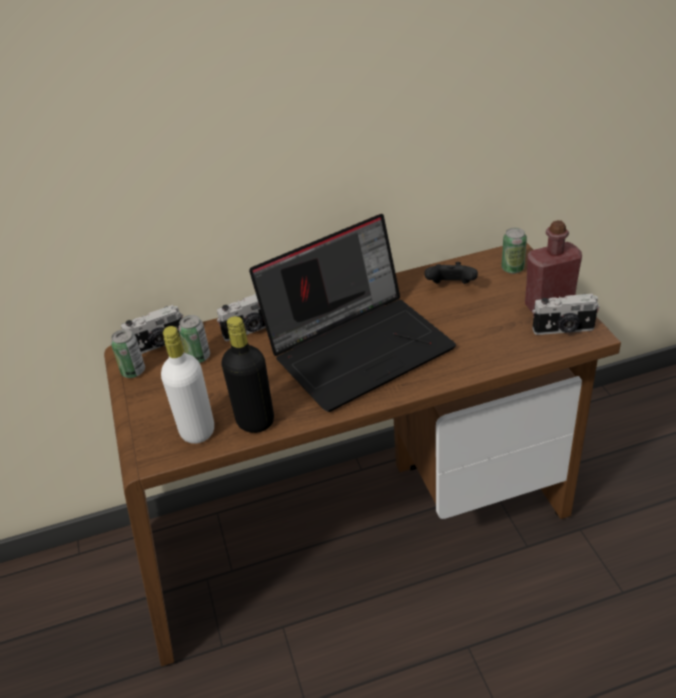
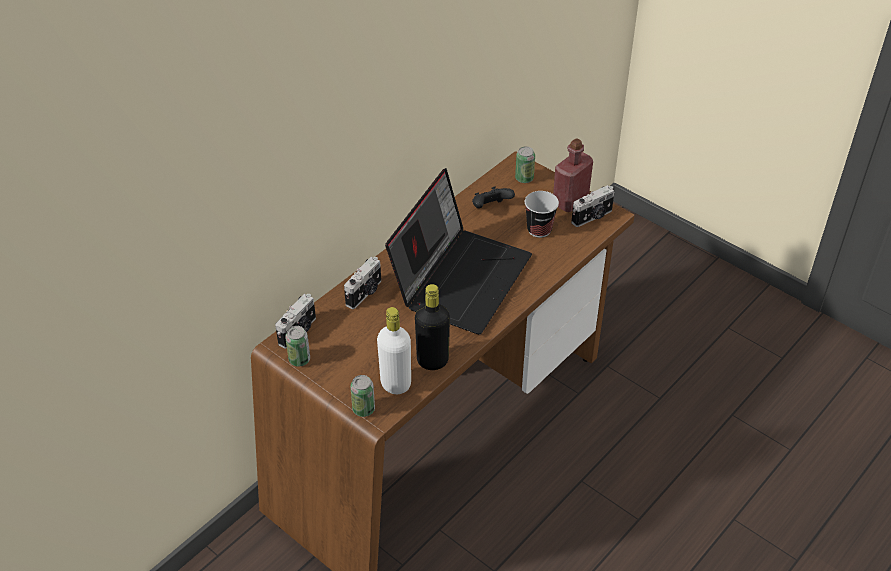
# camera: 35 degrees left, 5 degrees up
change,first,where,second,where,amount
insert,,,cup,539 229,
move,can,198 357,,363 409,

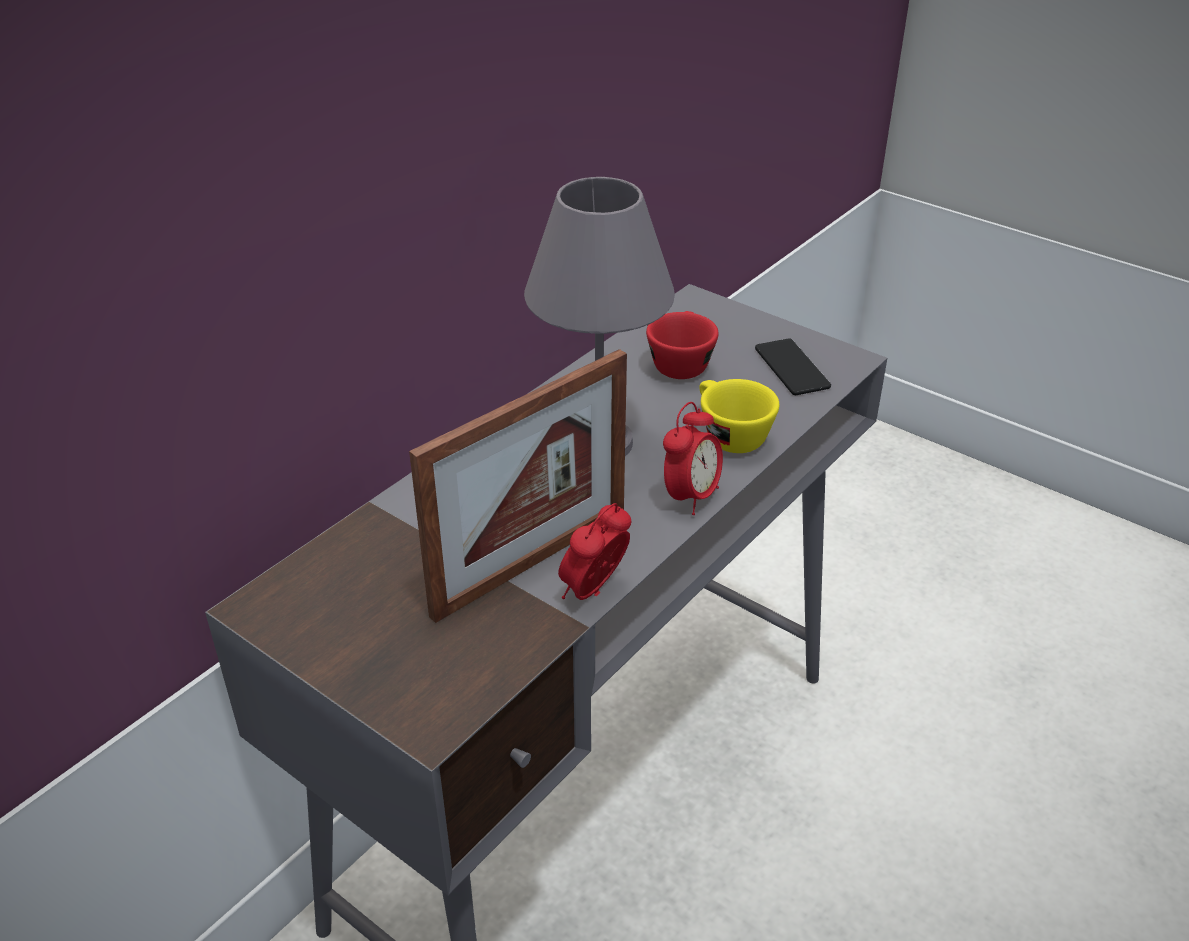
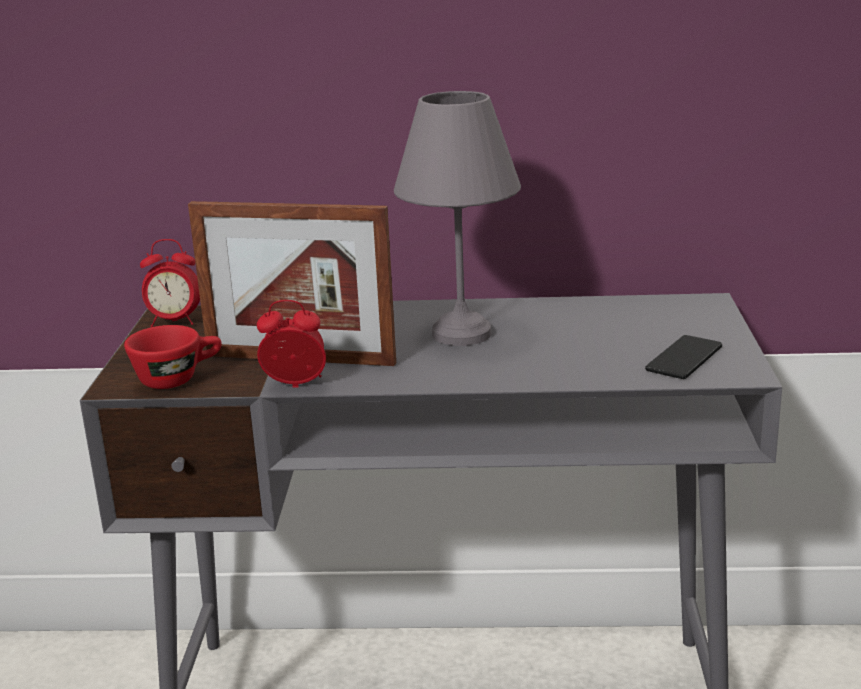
# camera: 55 degrees right, 15 degrees down
change,first,where,second,where,amount
delete,cup/yellow,728 435,,,
move,cup/red,680 362,,178 378,
move,alarm clock,691 497,,174 322,

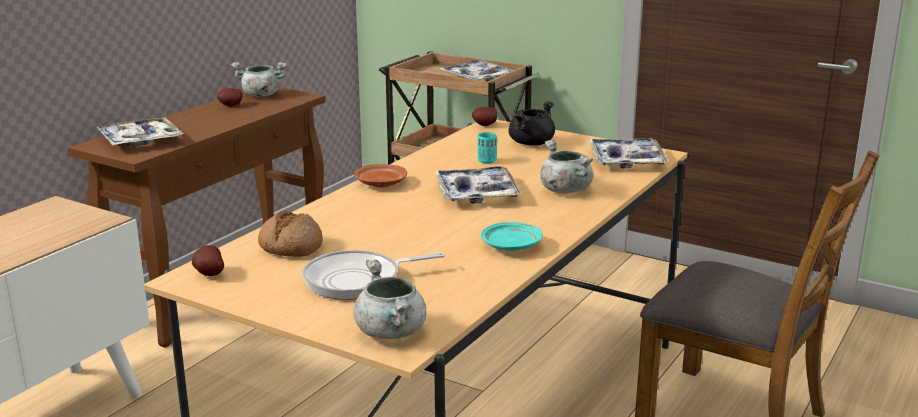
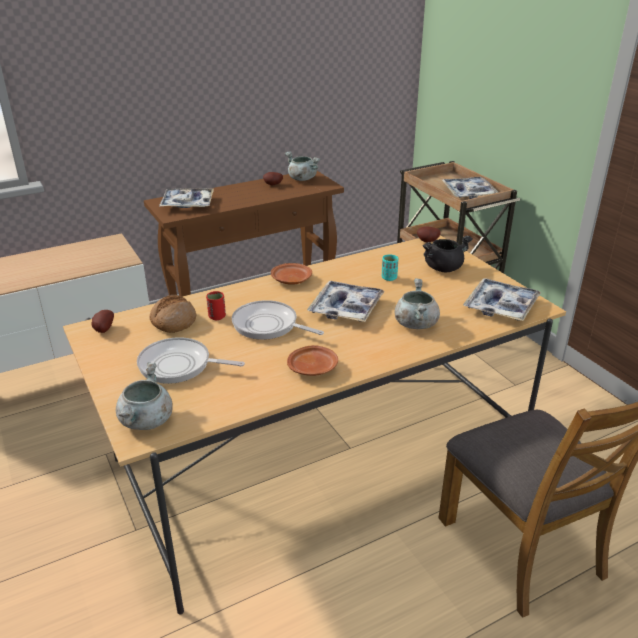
# camera: 30 degrees right, 10 degrees up
change,first,where,second,where,amount
insert,,,cup/red,217 317,
insert,,,frying pan,268 325,
recolor,plate/turquoise,511 246,plate/brown,313 368,

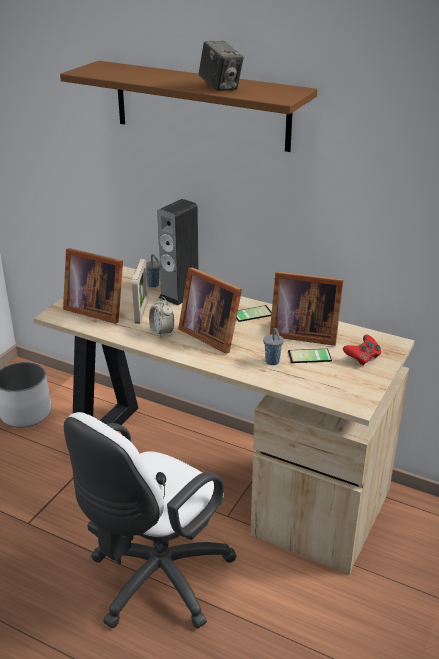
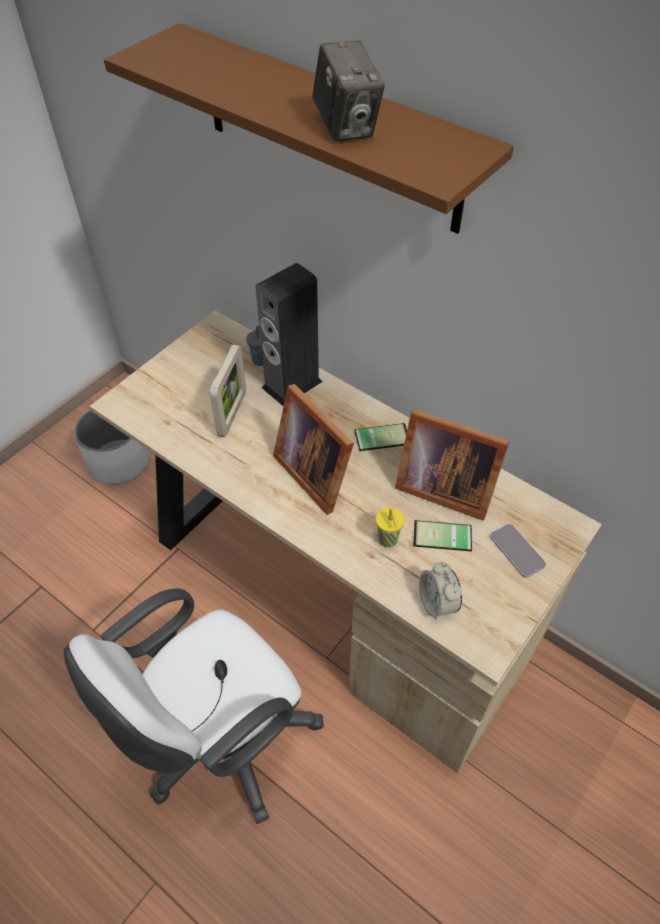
# camera: 10 degrees right, 20 degrees up
change,first,where,second,where,amount
delete,picture frame,95 309,,,
move,alarm clock,162 332,,437 603,
replace,game controller/red,362 358,phone,517 551,
recolor,cup/grey,273 362,cup/yellow,388 540,

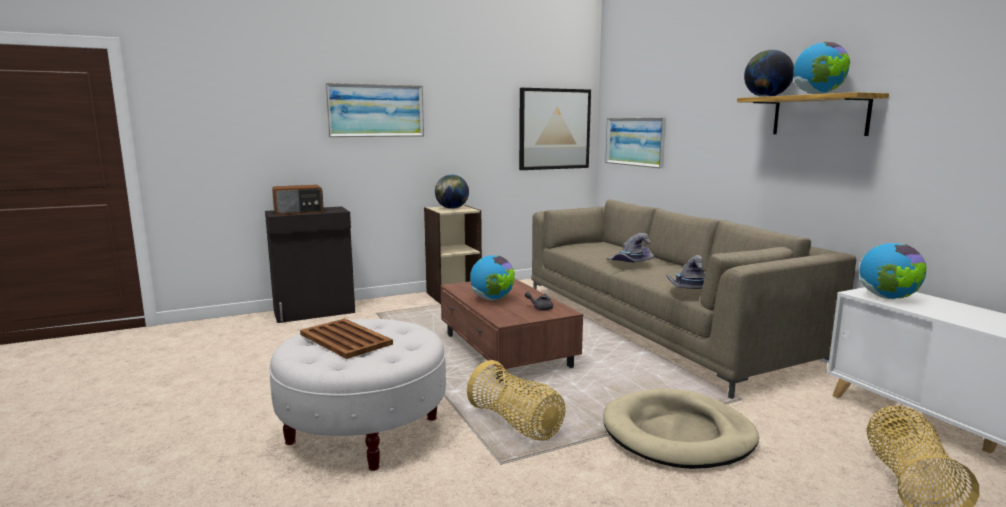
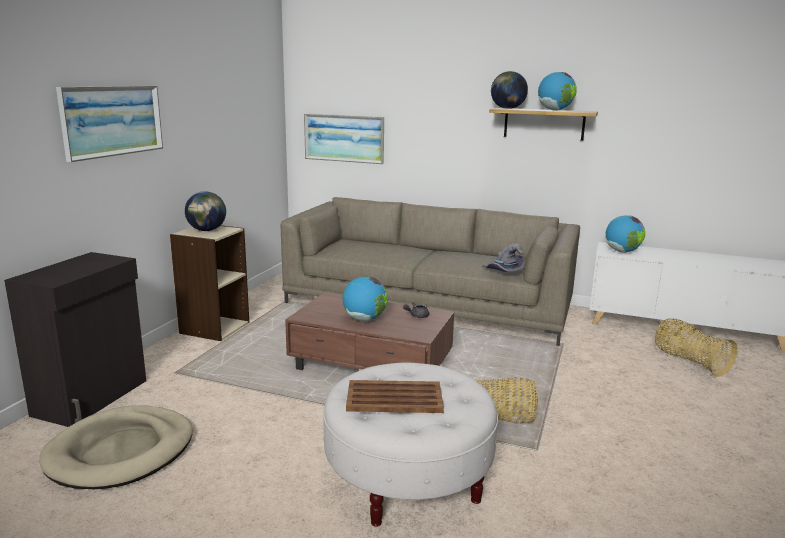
# camera: 45 degrees left, 5 degrees up
change,first,where,second,where,amount
delete,radio,299 212,,,
delete,picture,554 129,,,
delete,hat/grey,630 264,,,
move,dog bed/beige,678 434,,121 451,

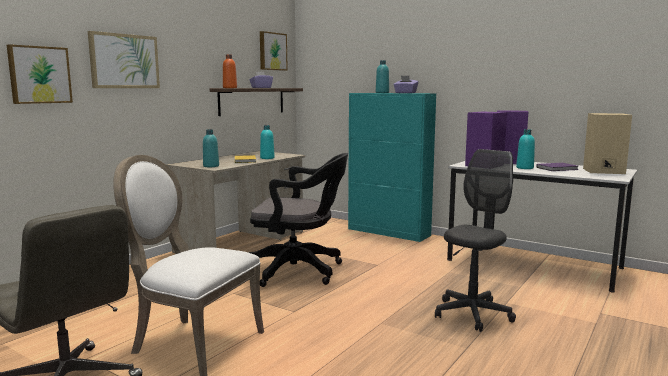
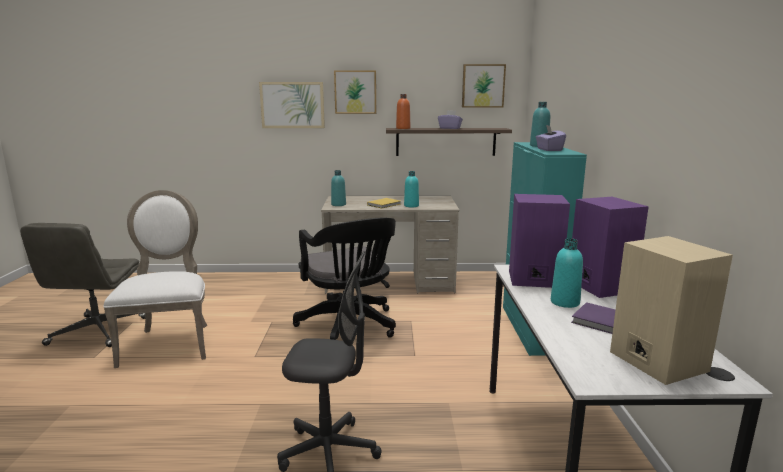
# camera: 55 degrees right, 5 degrees up
change,first,where,second,where,amount
move,picture,39 75,,355 92,

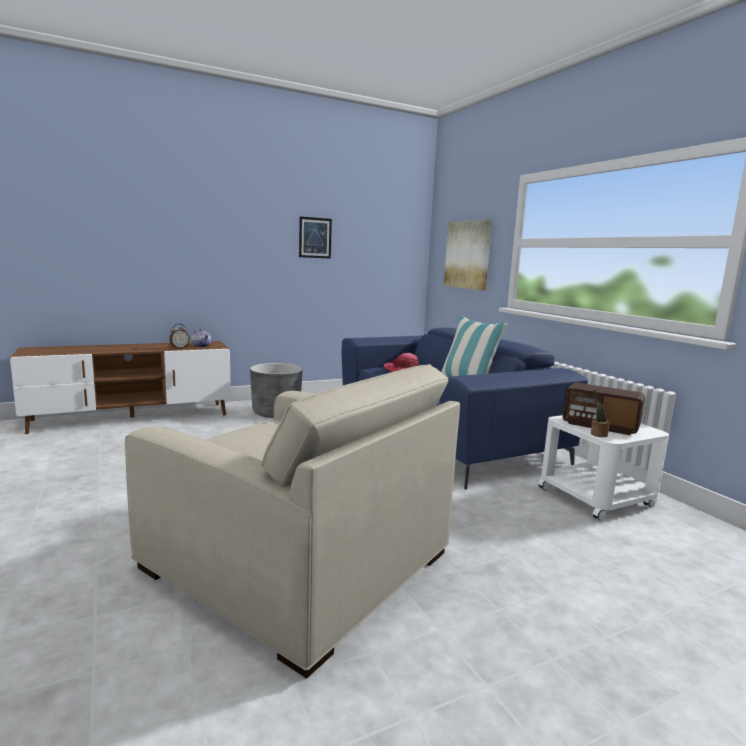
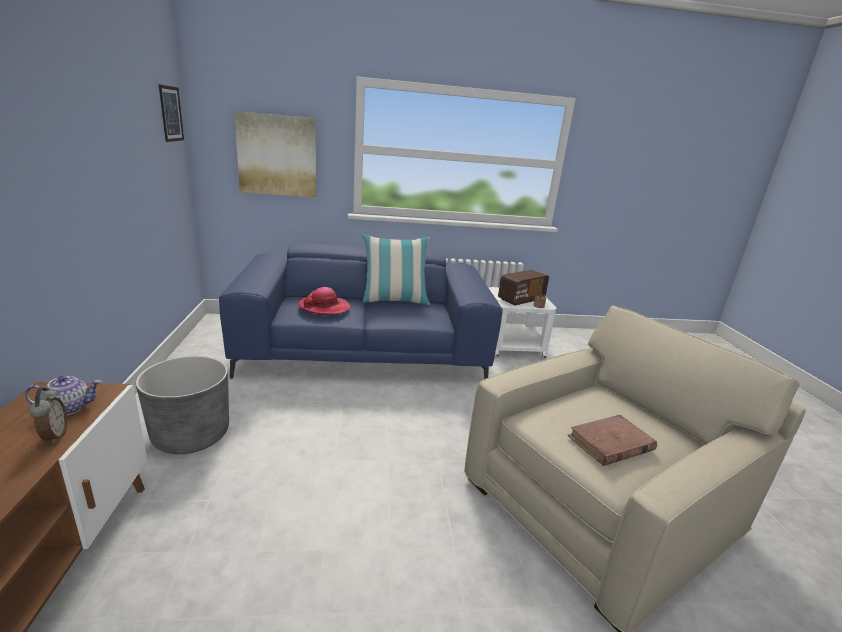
# camera: 70 degrees left, 10 degrees up
change,first,where,second,where,amount
insert,,,book/brown,610 443,
move,picture,315 237,,171 114,

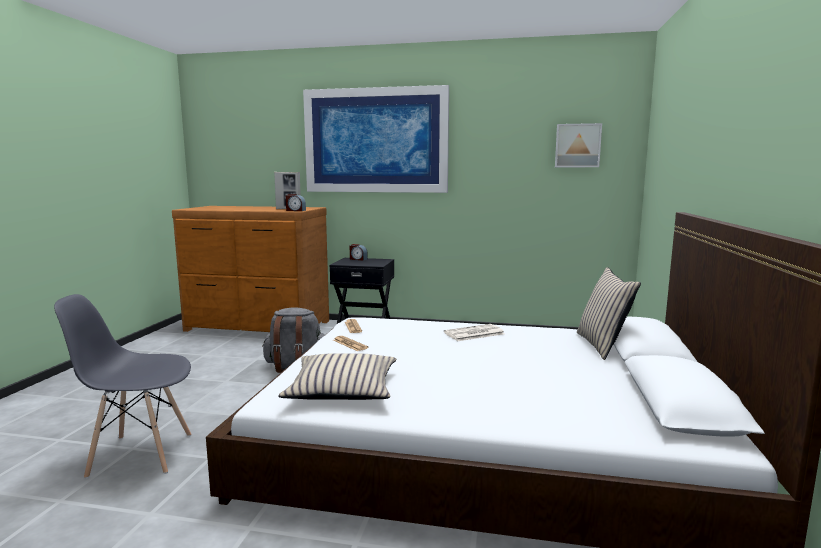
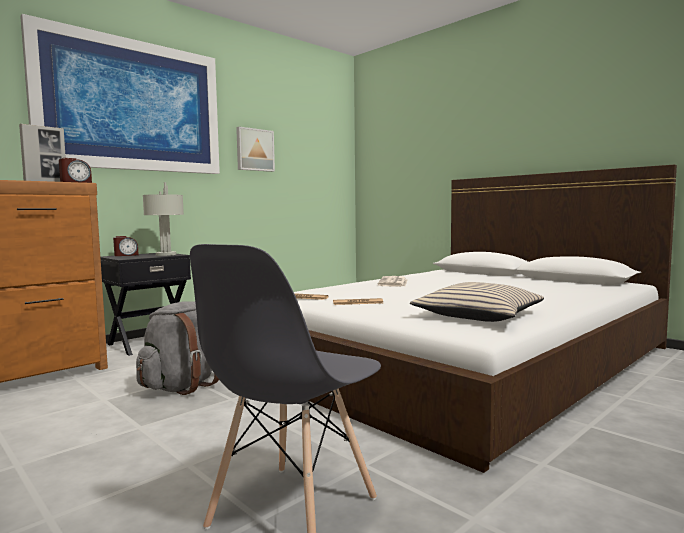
# camera: 55 degrees left, 5 degrees down
change,first,where,second,where,amount
delete,pillow/beige,602 345,,,
insert,,,table lamp/grey,165 254,
move,picture,577 145,,254 150,

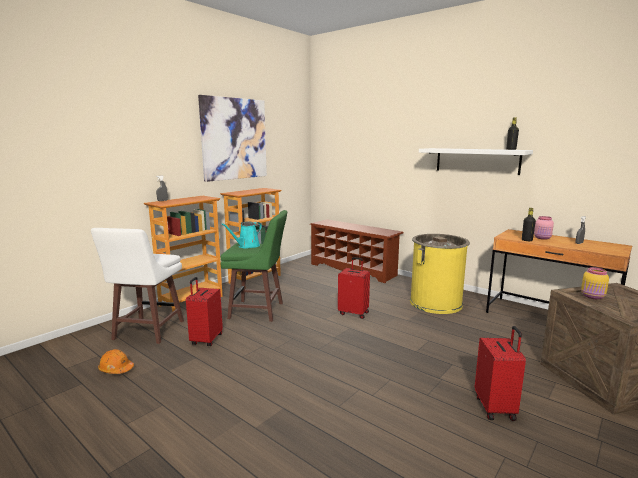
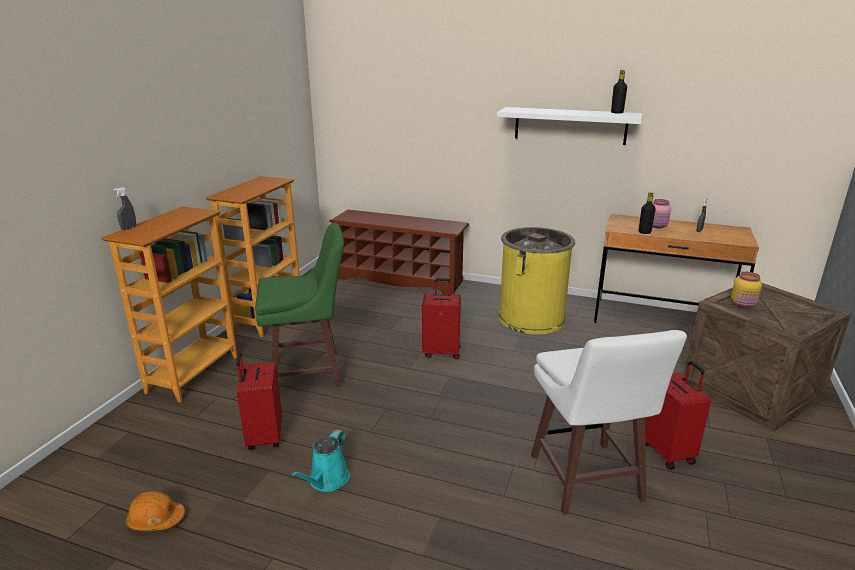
# camera: 20 degrees left, 10 degrees up
change,first,where,second,where,amount
delete,picture,234 139,,,
move,stool/white,147 331,,586 480,
move,watering can/turquoise,247 246,,327 481,

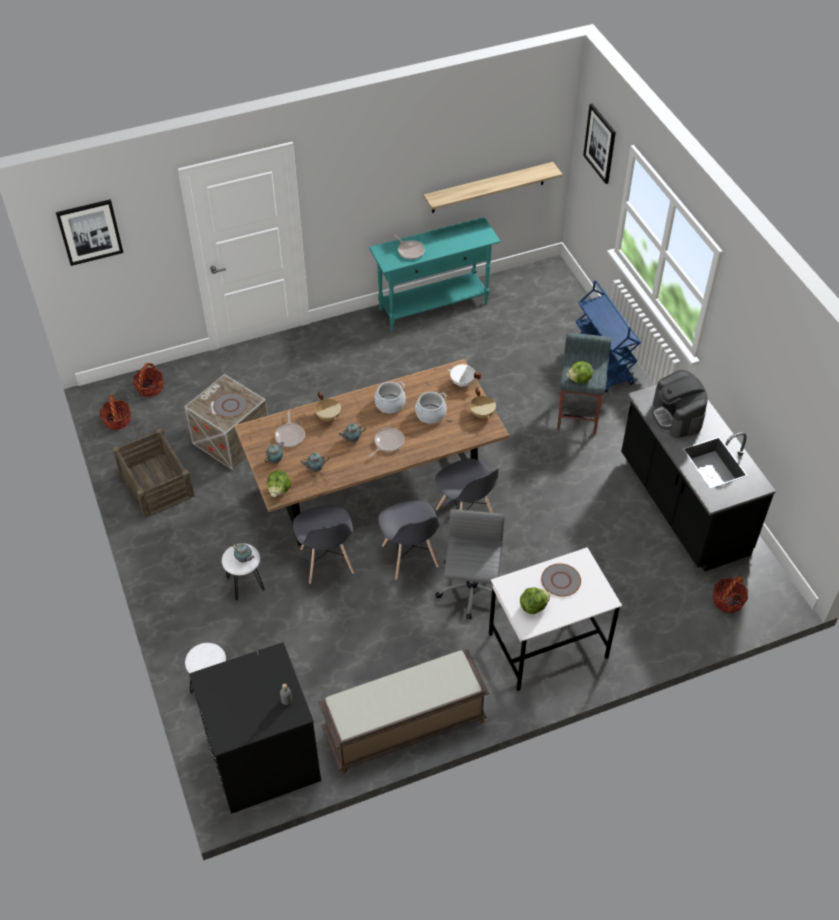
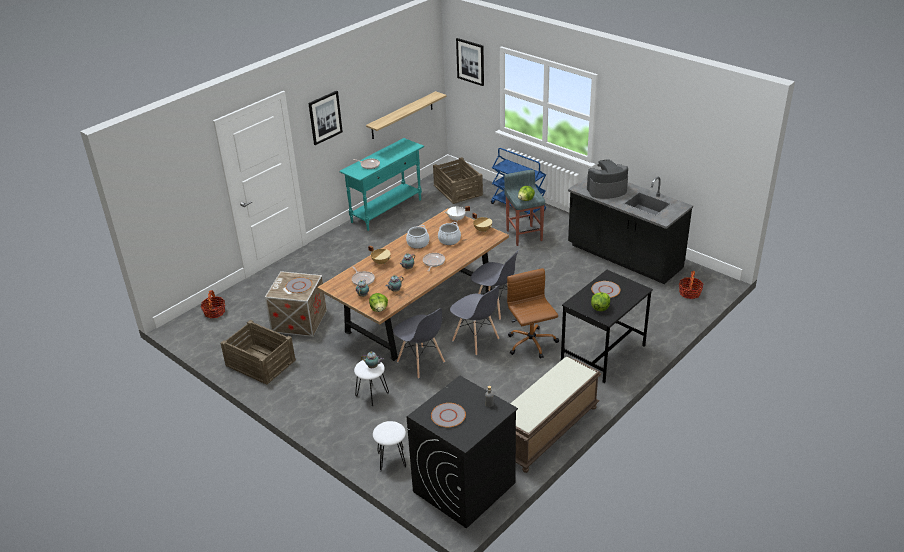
# camera: 25 degrees left, 15 degrees down
change,first,where,second,where,amount
delete,basket,117 420,,,
insert,,,plate/grey,448 416,
insert,,,crate,458 190,
move,picture,90 232,,325 117,
recolor,office chair/grey,471 592,office chair/brown,531 344,
recolor,desk/white,547 646,desk/black,603 354,
rotate,coffee machine,677 416,,606 190,120 degrees clockwise

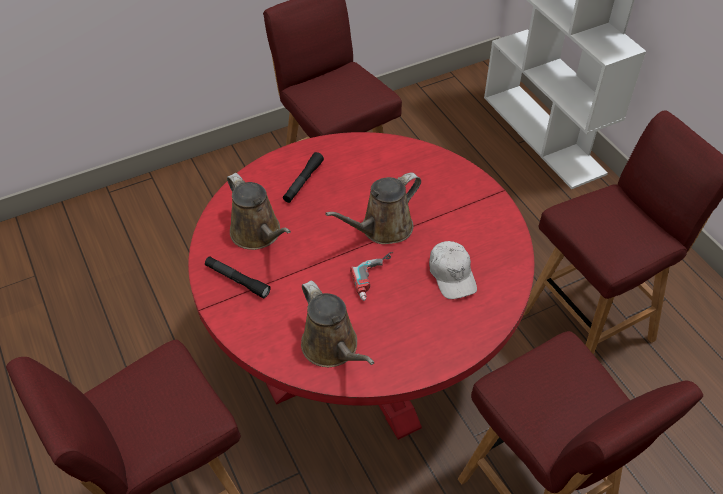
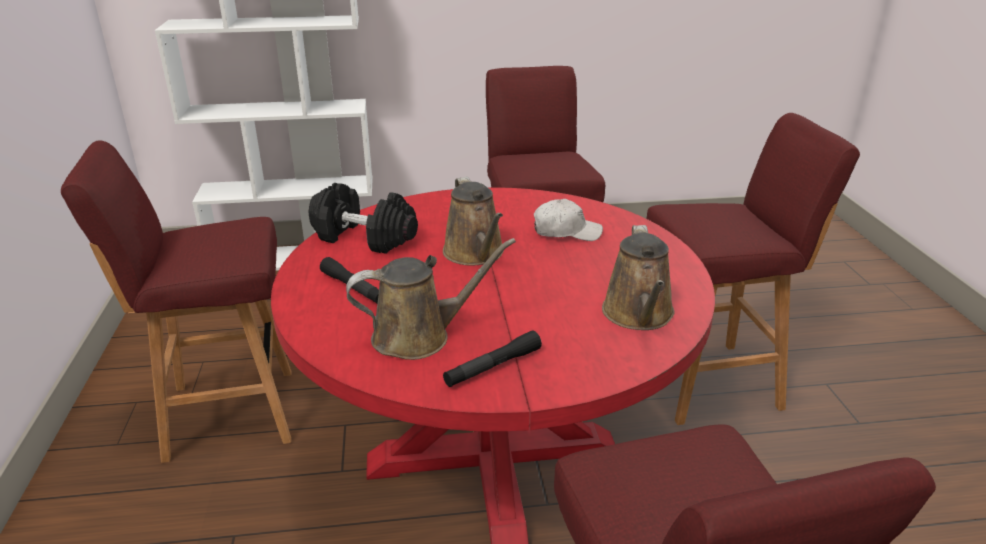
# camera: 70 degrees left, 20 degrees down
change,first,where,second,where,amount
delete,power drill,377 279,,,
insert,,,dumbbell/black,365 238,
rotate,watering can/brown,332 348,,639 315,105 degrees clockwise

